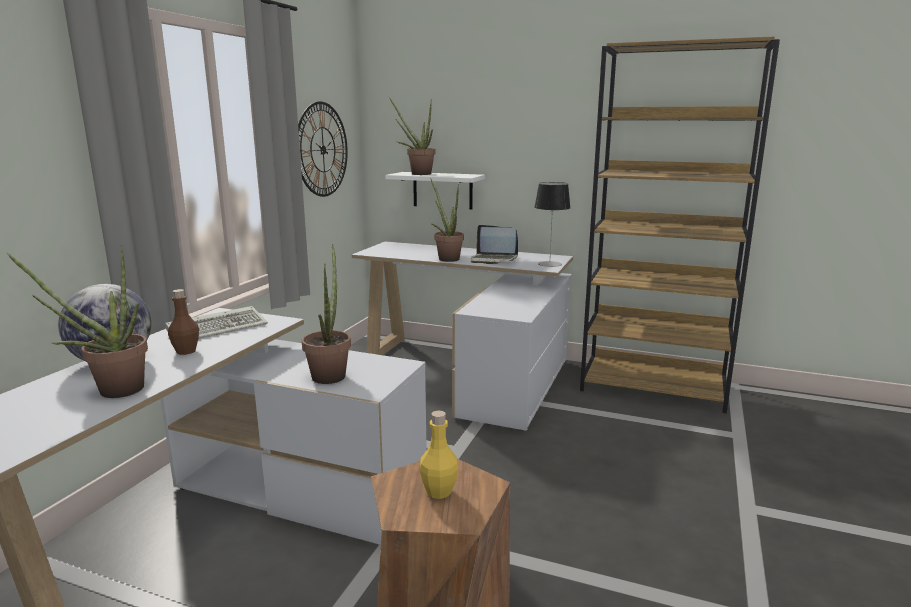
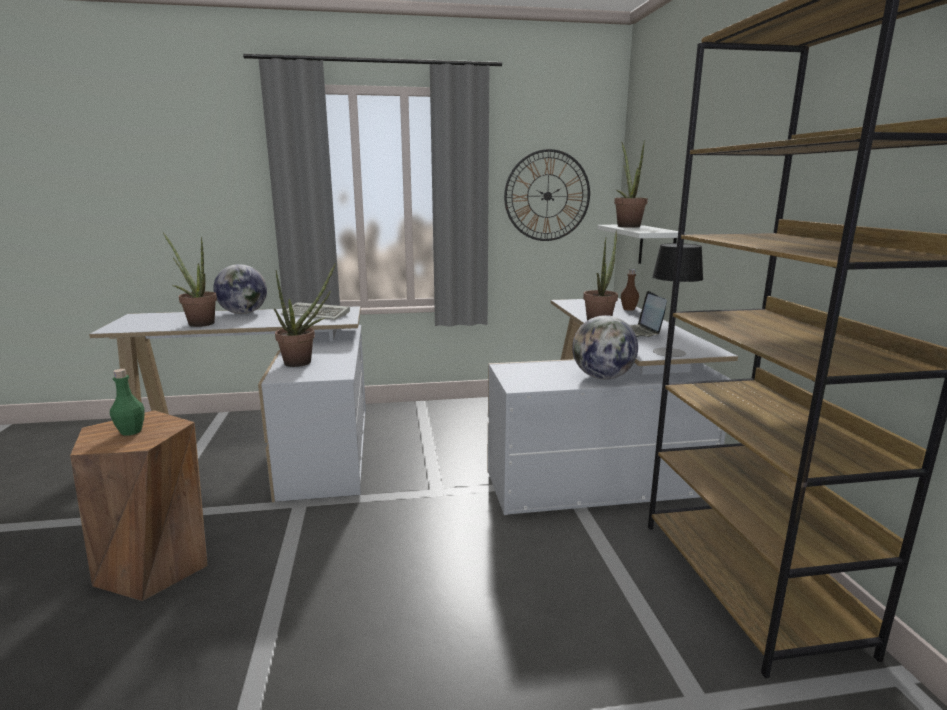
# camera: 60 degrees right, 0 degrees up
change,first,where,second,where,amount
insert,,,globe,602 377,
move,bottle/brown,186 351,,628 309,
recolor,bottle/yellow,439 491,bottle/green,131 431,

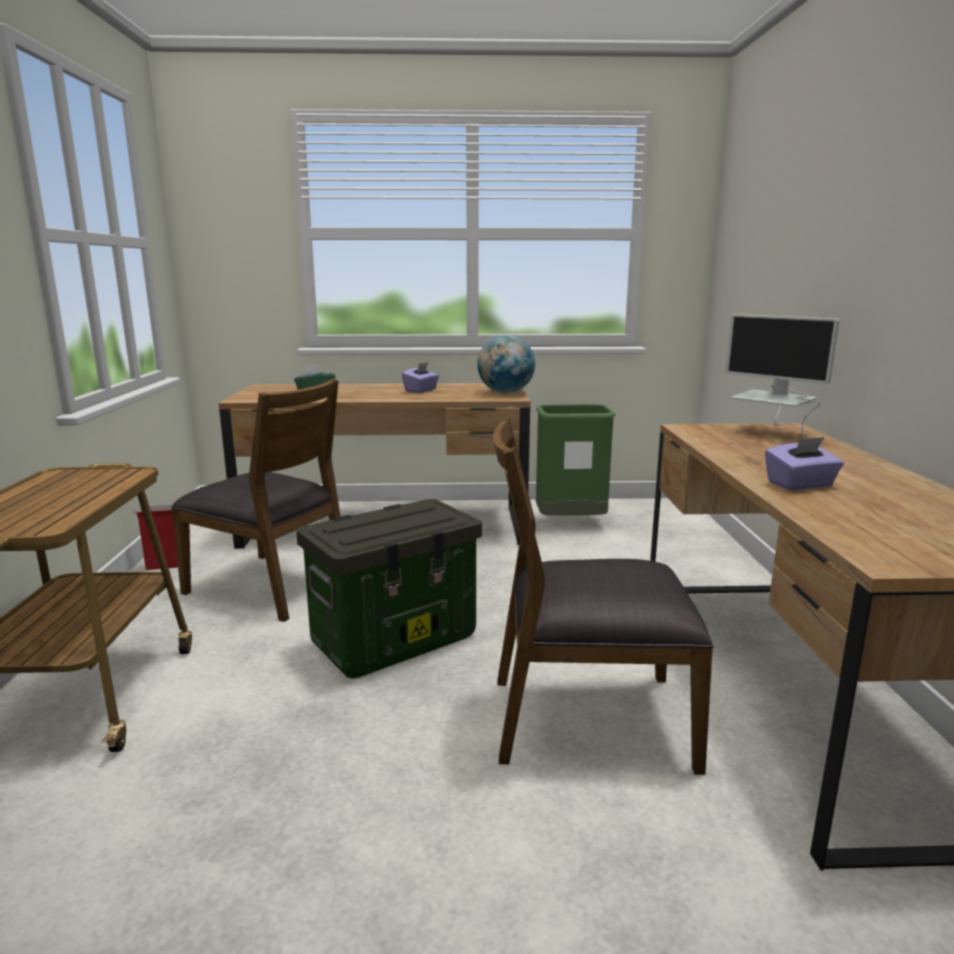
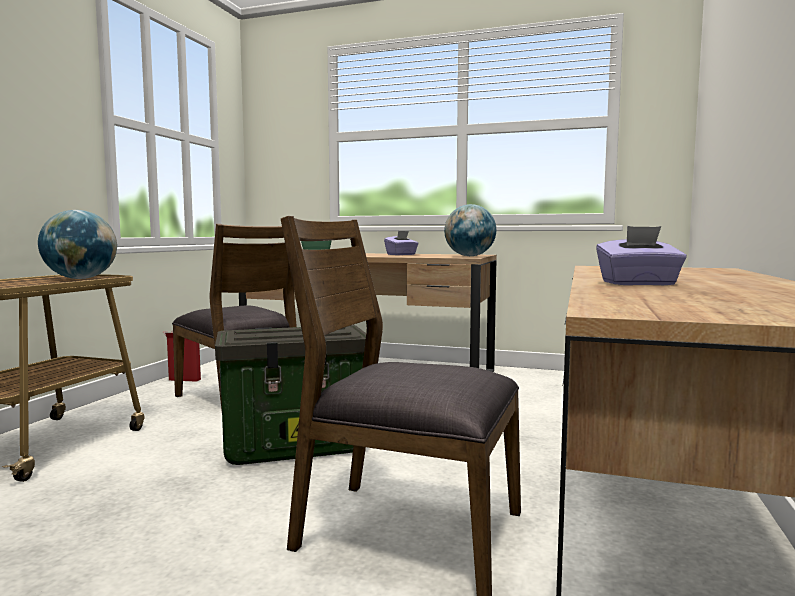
# camera: 20 degrees right, 10 degrees down
change,first,where,second,where,amount
delete,trash can/green,570 524,,,
delete,monitor,770 433,,,
insert,,,globe,81 278,

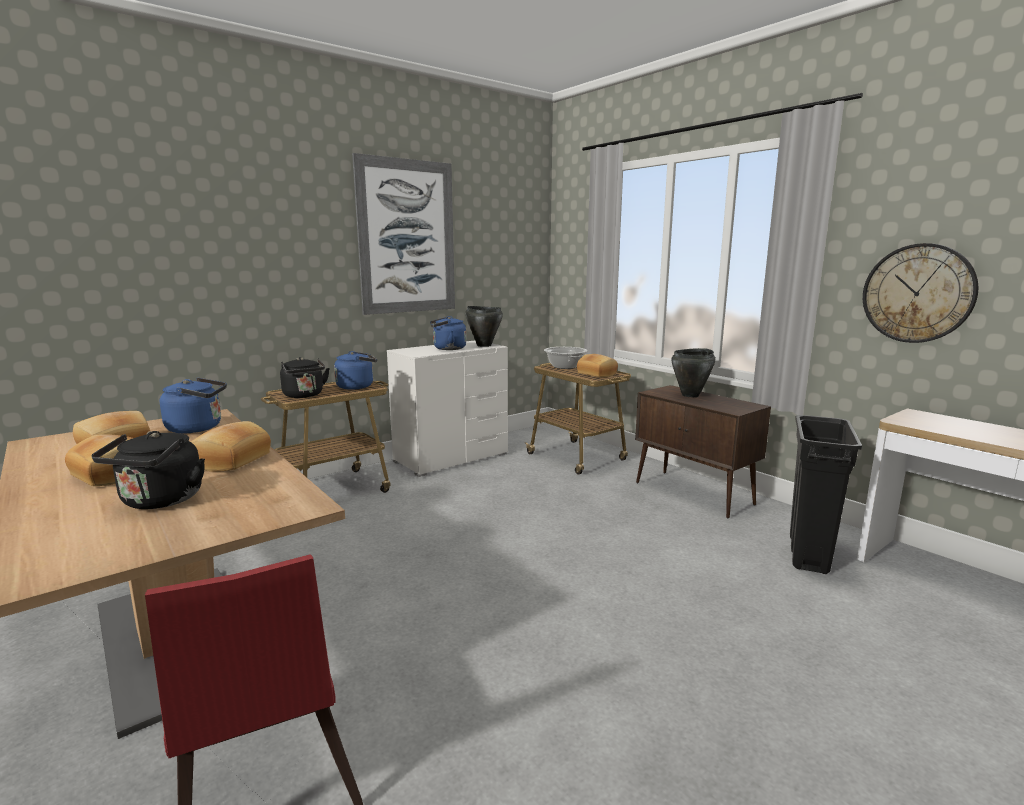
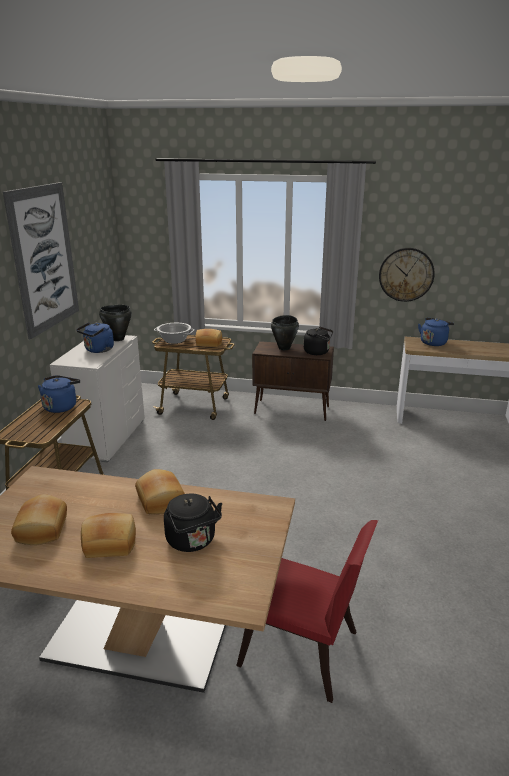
# camera: 40 degrees left, 10 degrees up
change,first,where,second,where,amount
delete,trash can/black,808 554,,,
move,kettle/blue,198 428,,434 342,
move,kettle/black,304 395,,318 352,

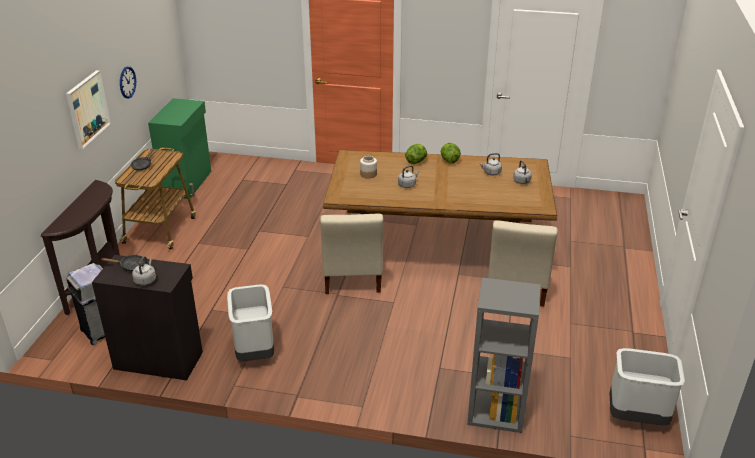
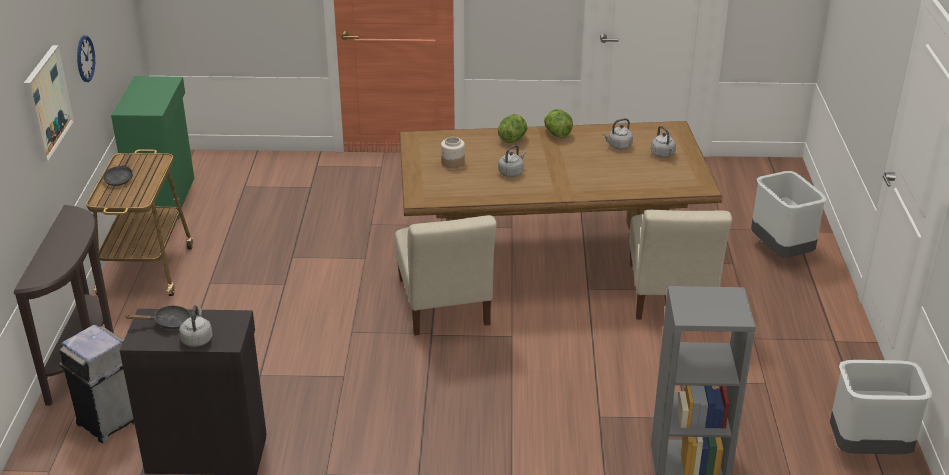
# camera: 10 degrees left, 0 degrees up
change,first,where,second,where,amount
move,trash can/grey,255 352,,781 251,

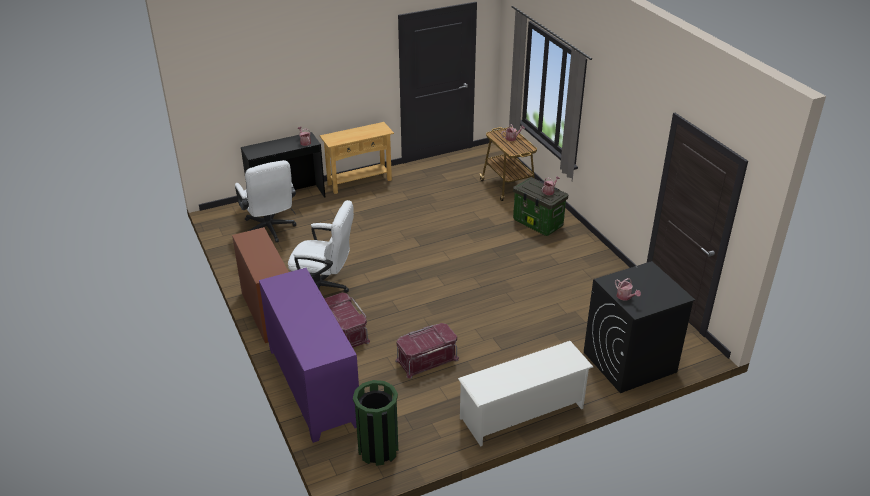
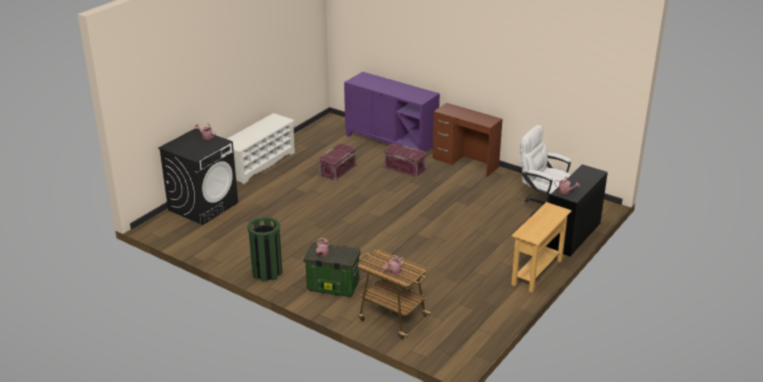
# camera: 150 degrees right, 5 degrees down
change,first,where,second,where,amount
delete,office chair/white,324 289,,,
move,trash can/green,378 449,,267 272,

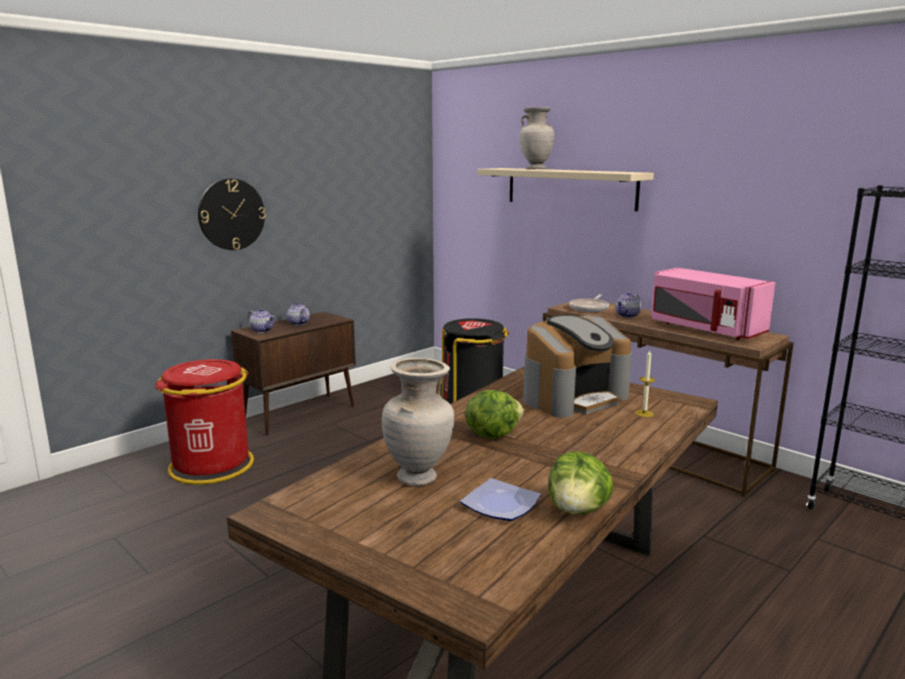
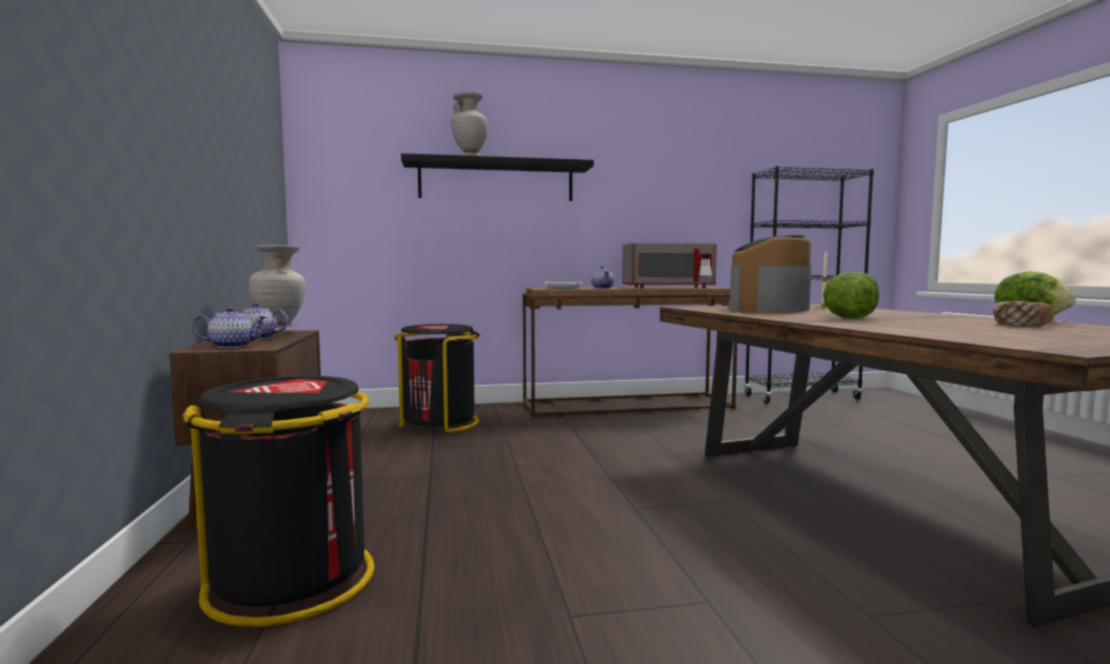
# camera: 55 degrees left, 10 degrees down
change,first,where,second,where,amount
delete,wall clock,231 214,,,
move,vase/beige,419 478,,280 332,
replace,plate,500 504,bread,1020 325,
recolor,trash can/red,211 466,trash can/black,293 581,
recolor,shelf/beige,570 188,shelf/black,496 181,
recolor,microwave/pink,704 329,microwave/grey,669 287,
rotate,coffee machine,574 397,,769 308,150 degrees counterclockwise

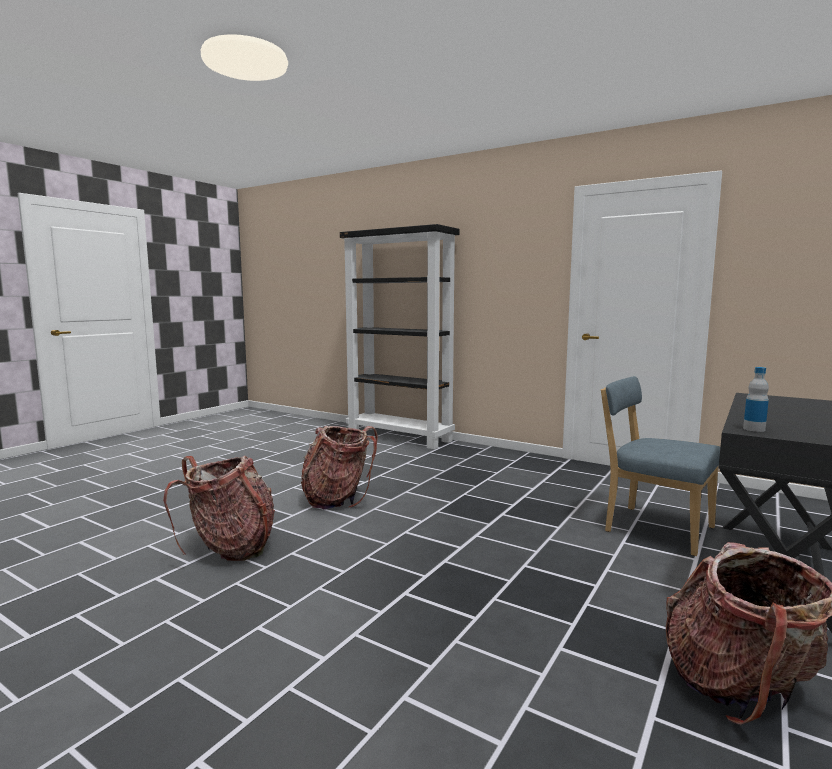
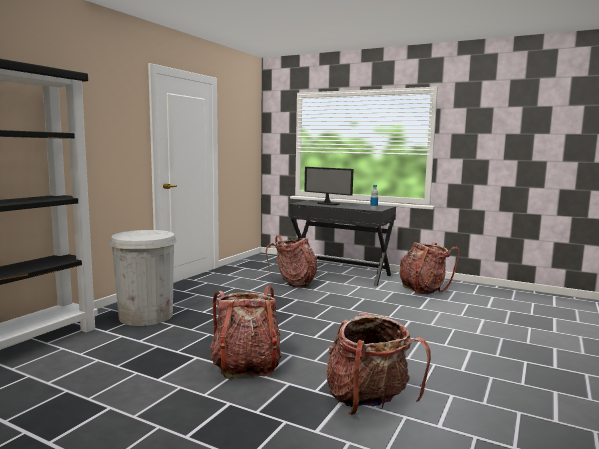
# camera: 95 degrees left, 0 degrees up
change,first,where,second,where,amount
insert,,,trash can/white,146 316,
insert,,,monitor,327 204,
replace,chair/blue,653 528,backpack,294 283,

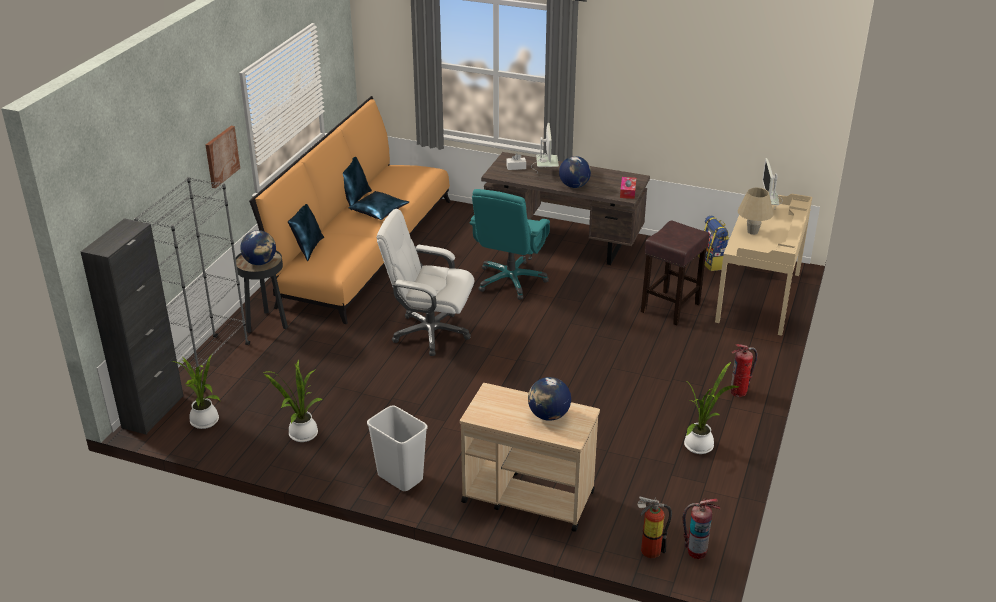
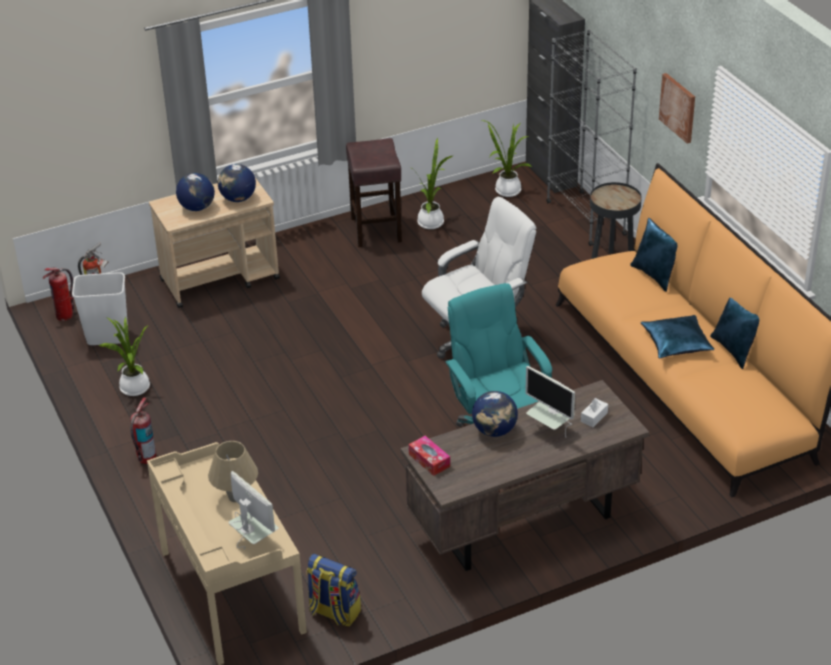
# camera: 135 degrees right, 5 degrees up
change,first,where,second,where,amount
move,globe,260 262,,238 199,
move,trash can/white,399 478,,108 337,
move,stool/brown,670 307,,376 230,

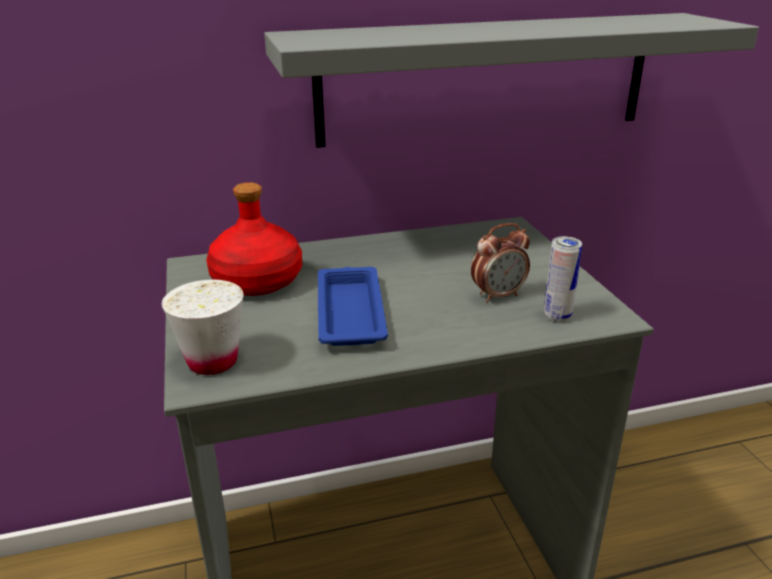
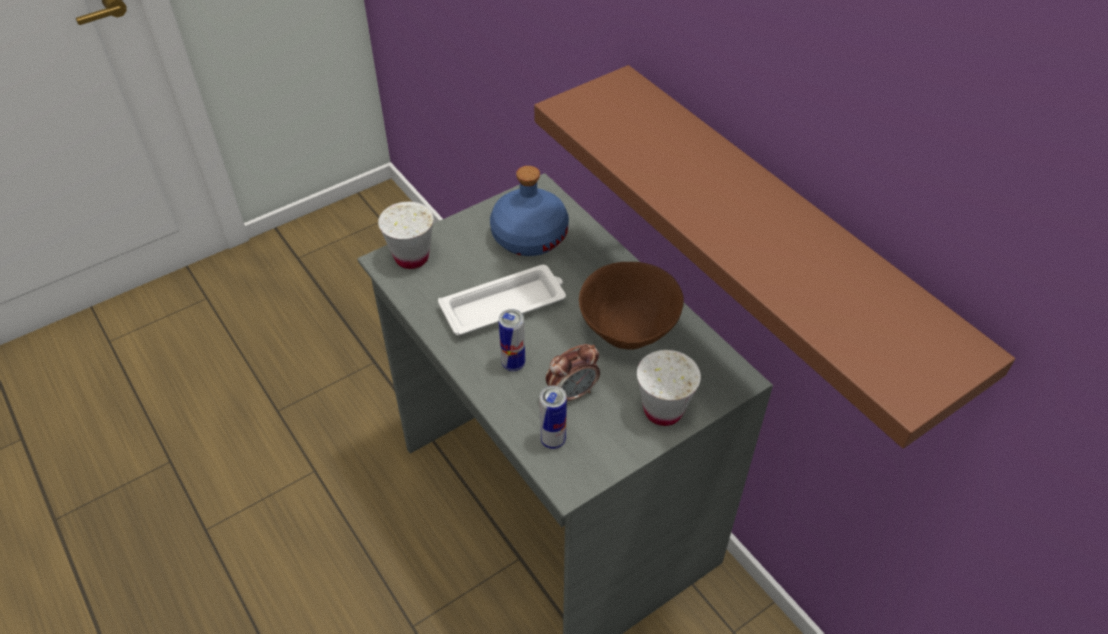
# camera: 70 degrees right, 20 degrees up
change,first,where,second,where,amount
insert,,,can,513 364,
insert,,,bowl/brown,627 327,
insert,,,cup/white,663 410,
recolor,bottle/red,256 281,bottle/blue,529 236,
recolor,shelf/grey,486 79,shelf/brown,781 236,
recolor,tray/blue,350 311,tray/white,505 305,
rotate,alarm clock,498 295,,572 393,75 degrees counterclockwise

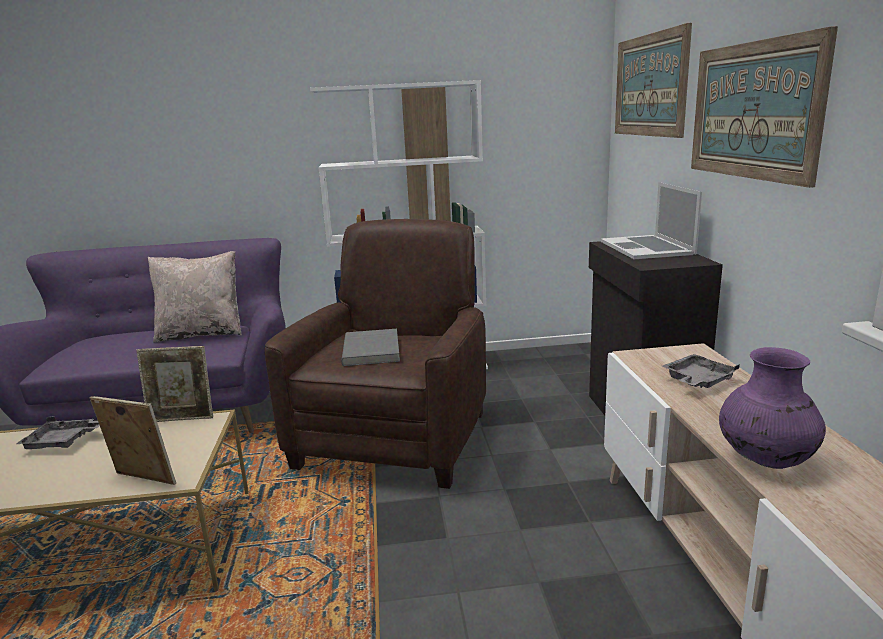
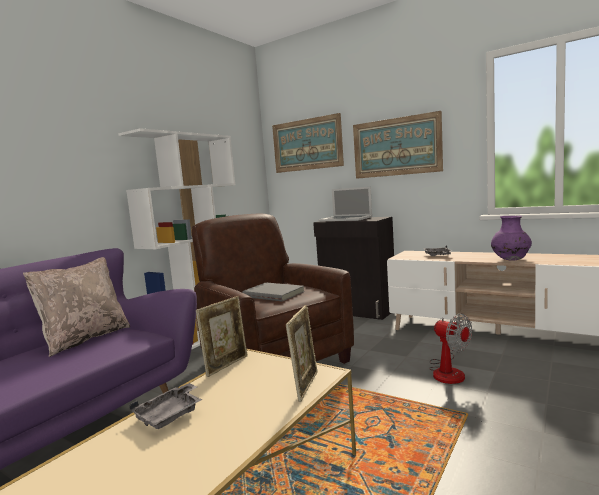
# camera: 50 degrees left, 10 degrees down
change,first,where,second,where,amount
insert,,,fan,447 371,
rotate,picture frame,142 480,,306 385,135 degrees clockwise

